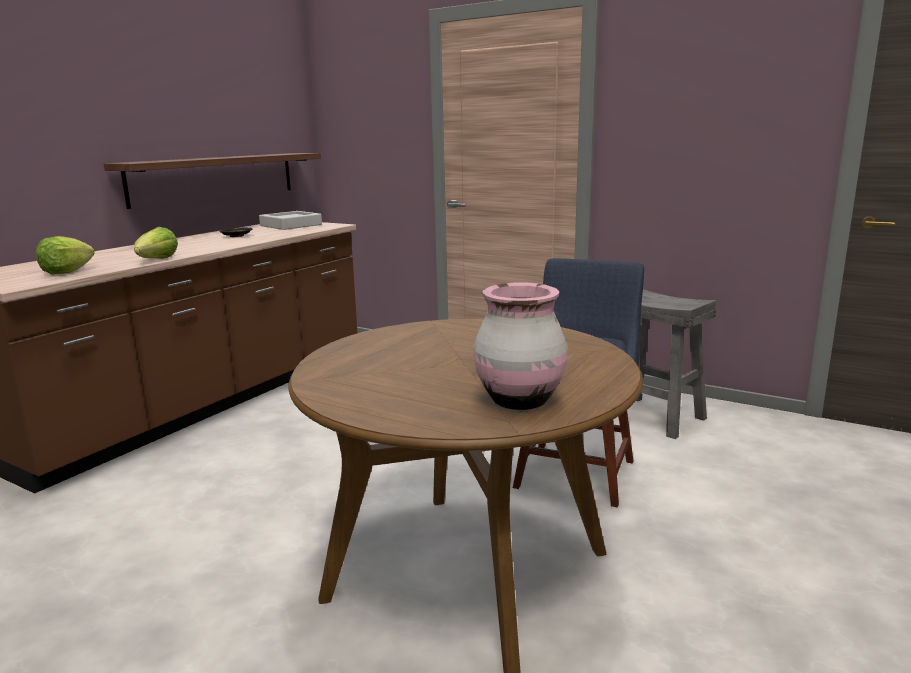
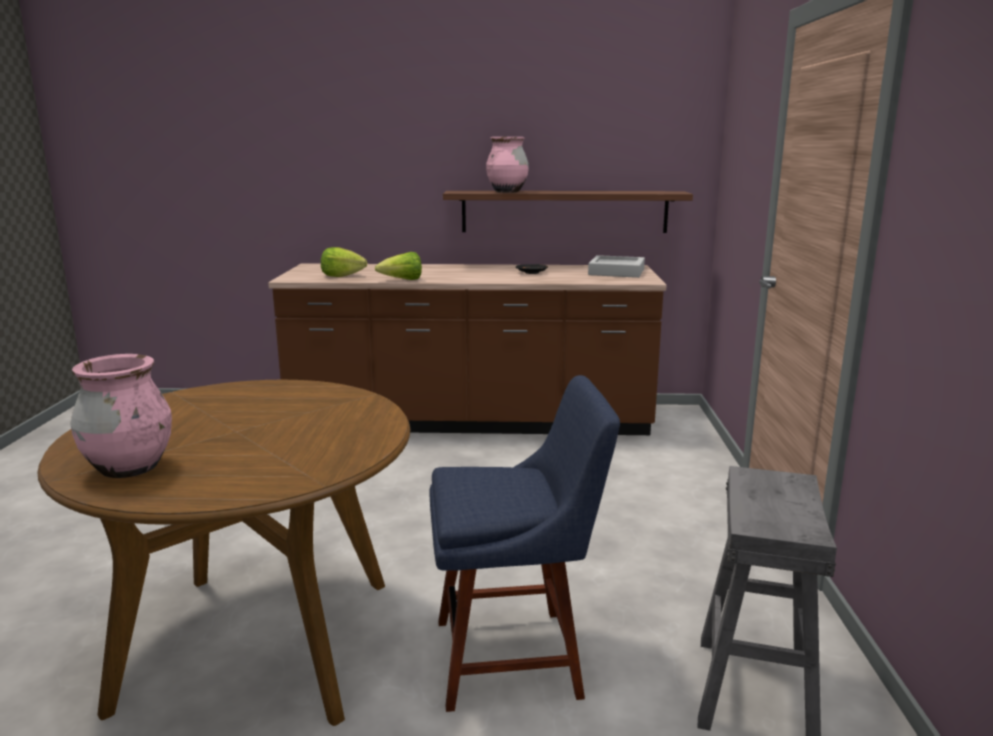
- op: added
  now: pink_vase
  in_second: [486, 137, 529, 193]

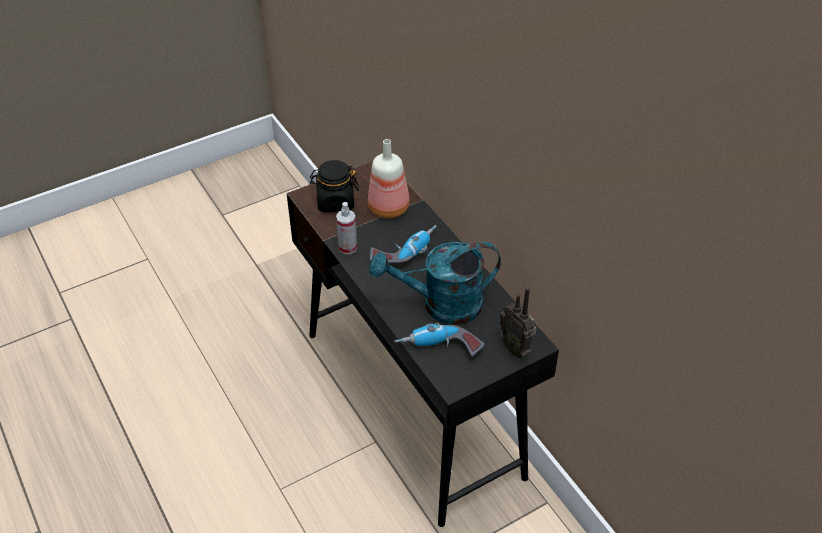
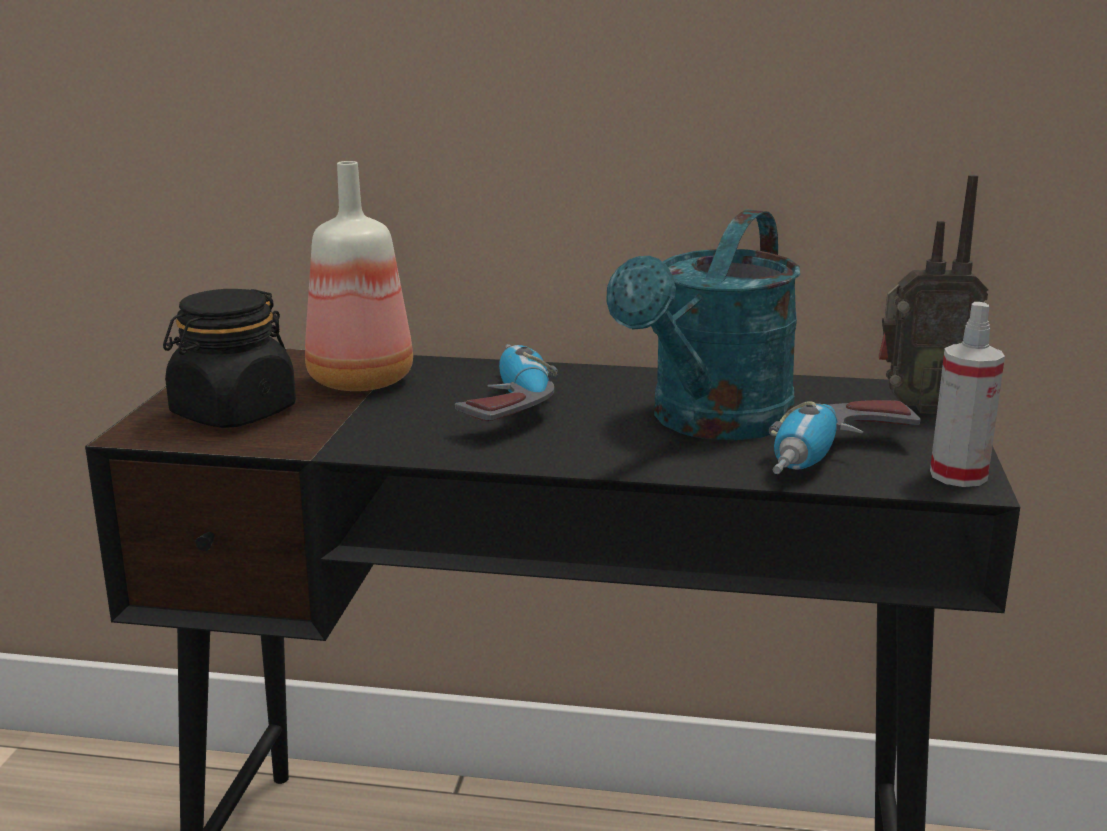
- op: moved
  was: spray_bottle
  in_first: [336, 202, 357, 254]
  in_second: [930, 302, 1005, 487]

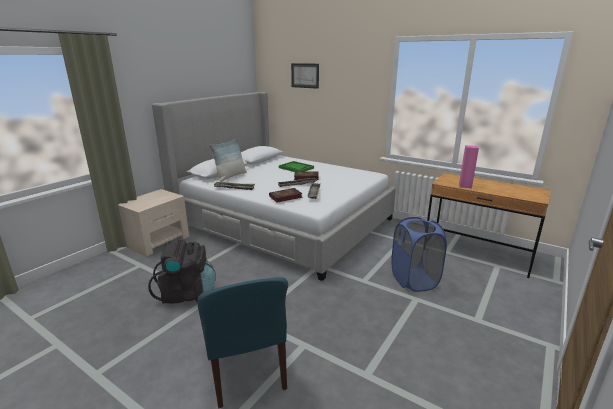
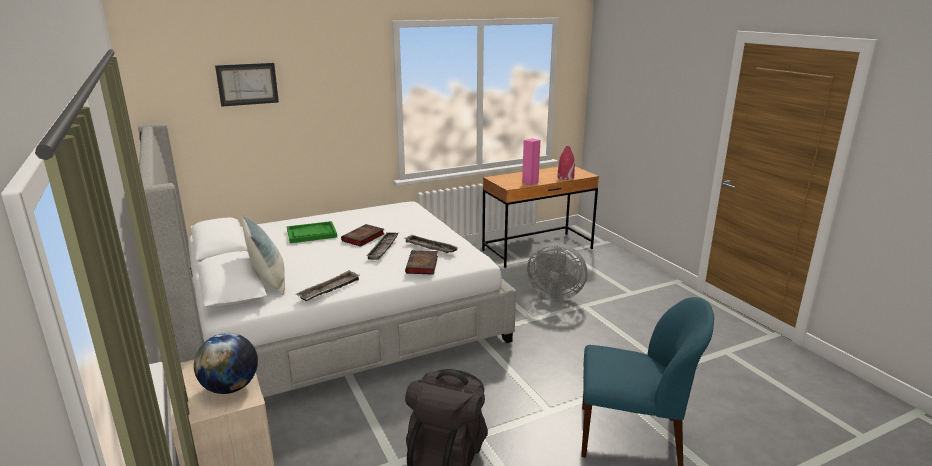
- op: replaced
  was: blue_laundry_basket
  now: grey_fan
  in_first: [391, 217, 447, 292]
  in_second: [527, 243, 587, 300]
- op: added
  now: globe
  in_second: [194, 333, 258, 394]
- op: added
  now: red_vase
  in_second: [558, 146, 575, 180]

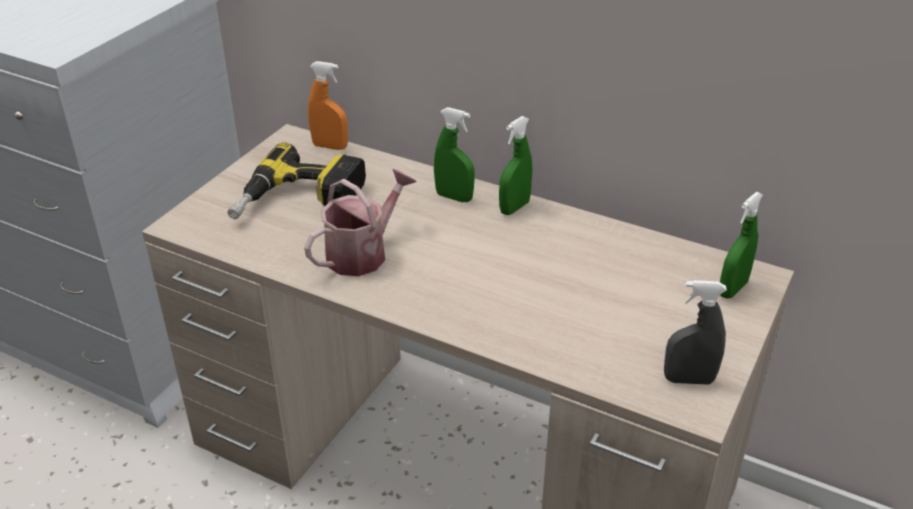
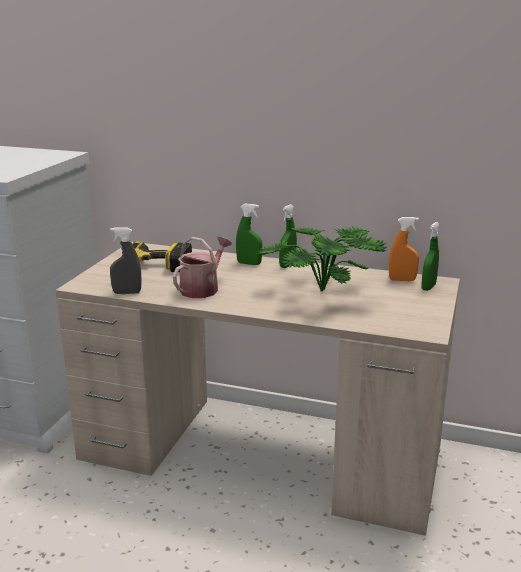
- op: moved
  was: orange_spray_bottle
  in_first: [308, 61, 348, 150]
  in_second: [389, 217, 419, 281]
- op: moved
  was: grey_spray_bottle
  in_first: [664, 280, 727, 385]
  in_second: [110, 227, 142, 294]
- op: added
  now: potted_plant
  in_second: [256, 227, 387, 291]

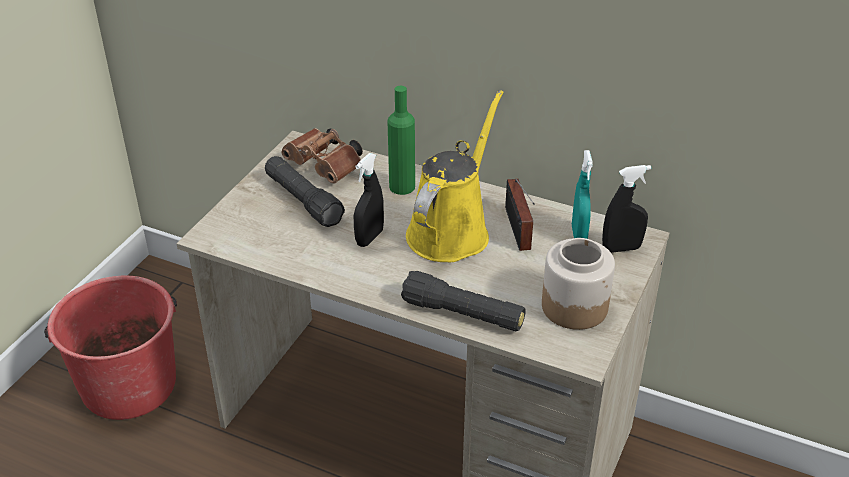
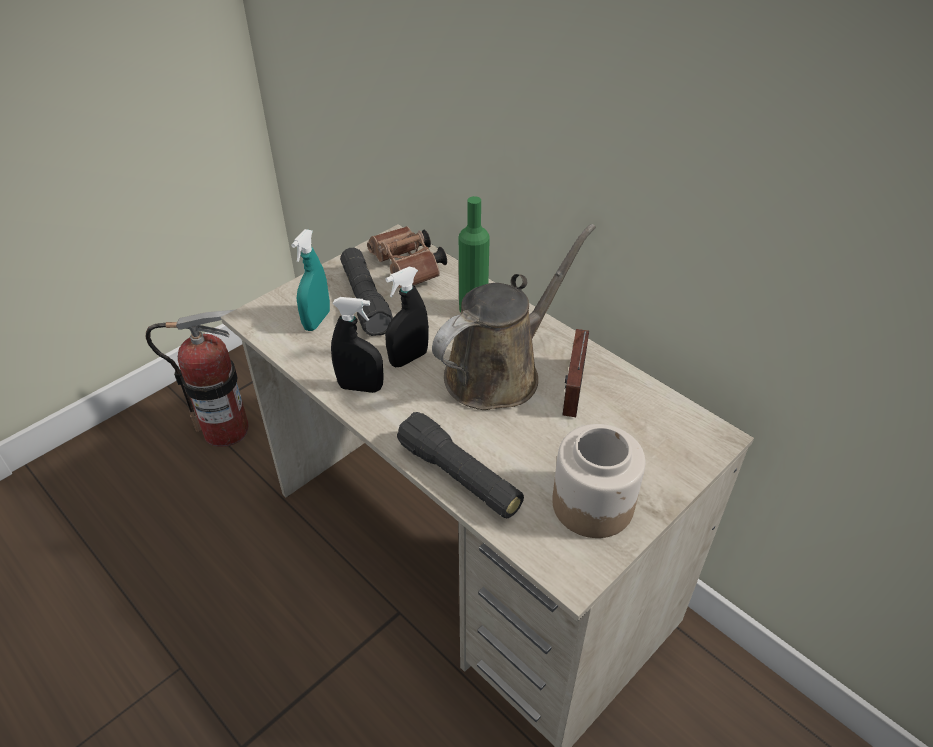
- op: replaced
  was: red_bucket
  now: fire_extinguisher
  in_first: [44, 276, 177, 420]
  in_second: [146, 310, 249, 447]
- op: recoloured
  was: yellow_watering_can
  now: brown_watering_can
  in_first: [406, 90, 503, 262]
  in_second: [432, 224, 596, 410]
- op: moved
  was: turquoise_spray_bottle
  in_first: [572, 150, 593, 239]
  in_second: [291, 229, 330, 331]
- op: moved
  was: black_spray_bottle
  in_first: [602, 165, 651, 253]
  in_second: [331, 297, 384, 393]

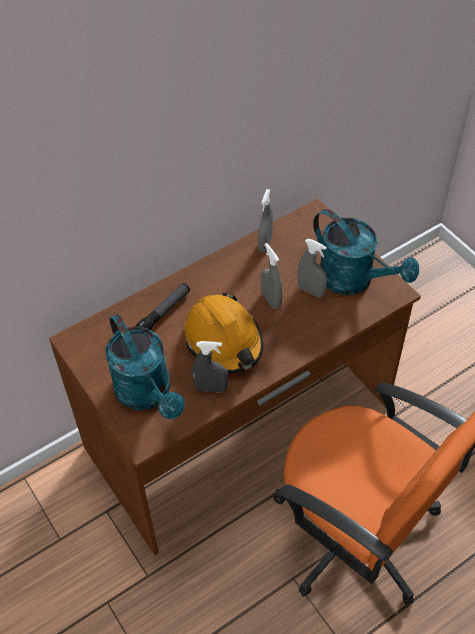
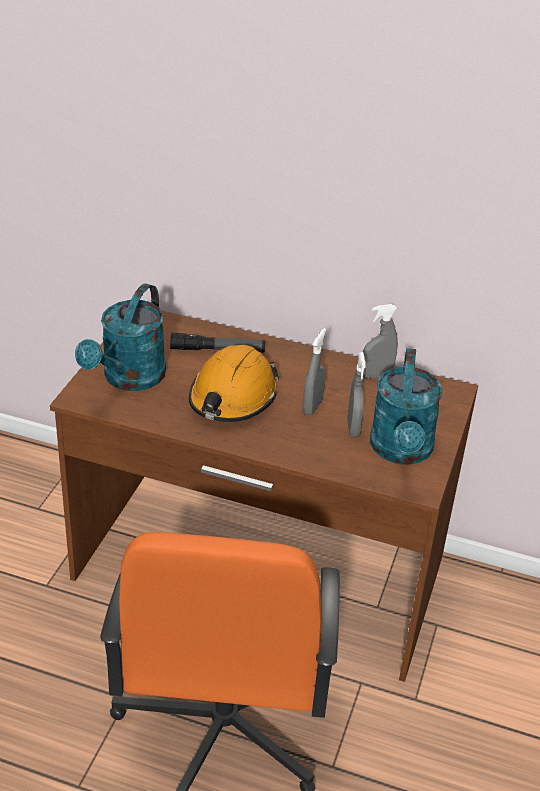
- op: removed
  was: grey_spray_bottle
  in_first: [192, 341, 228, 392]

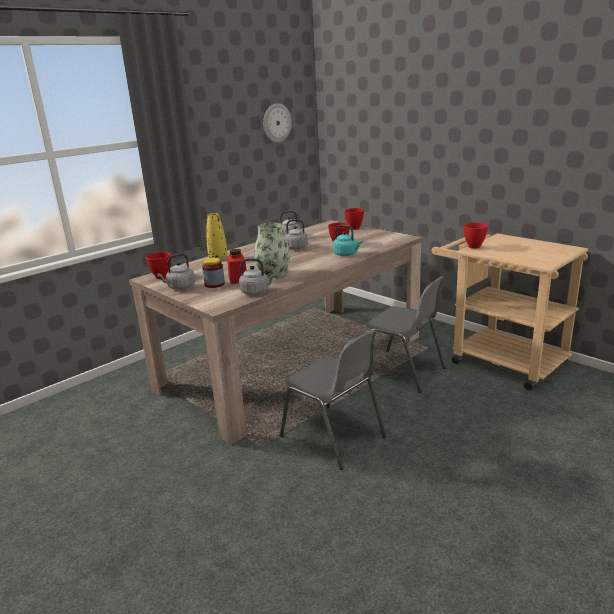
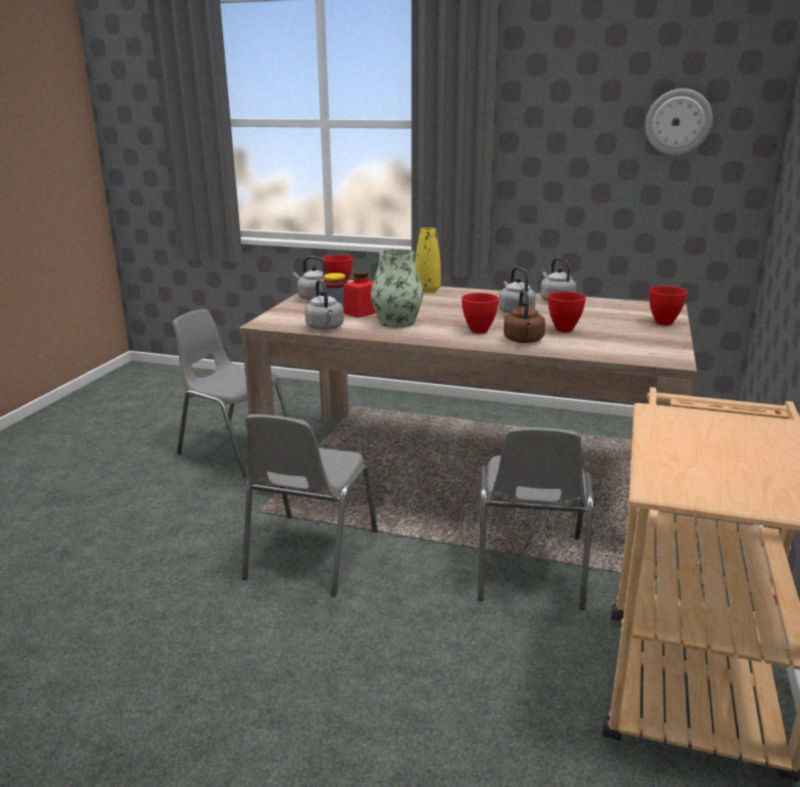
- op: recoloured
  was: turquoise_kettle
  now: brown_kettle
  in_first: [333, 225, 362, 256]
  in_second: [504, 289, 545, 343]
- op: moved
  was: red_bowl
  in_first: [463, 223, 488, 249]
  in_second: [462, 293, 499, 334]
- op: added
  now: grey_chair
  in_second: [173, 309, 289, 477]

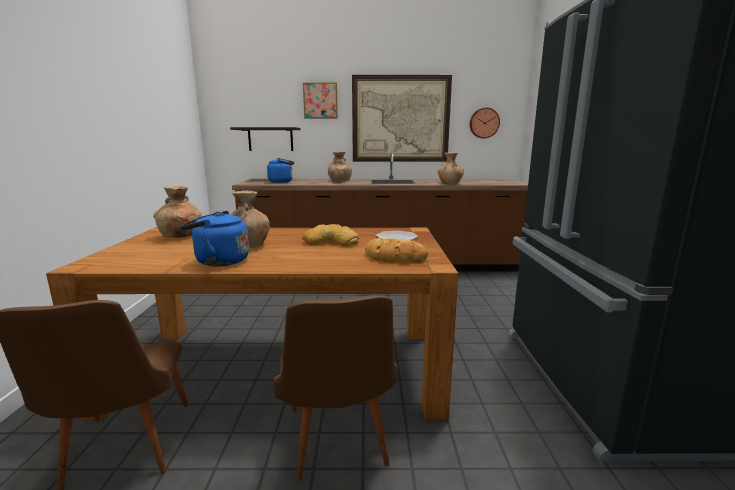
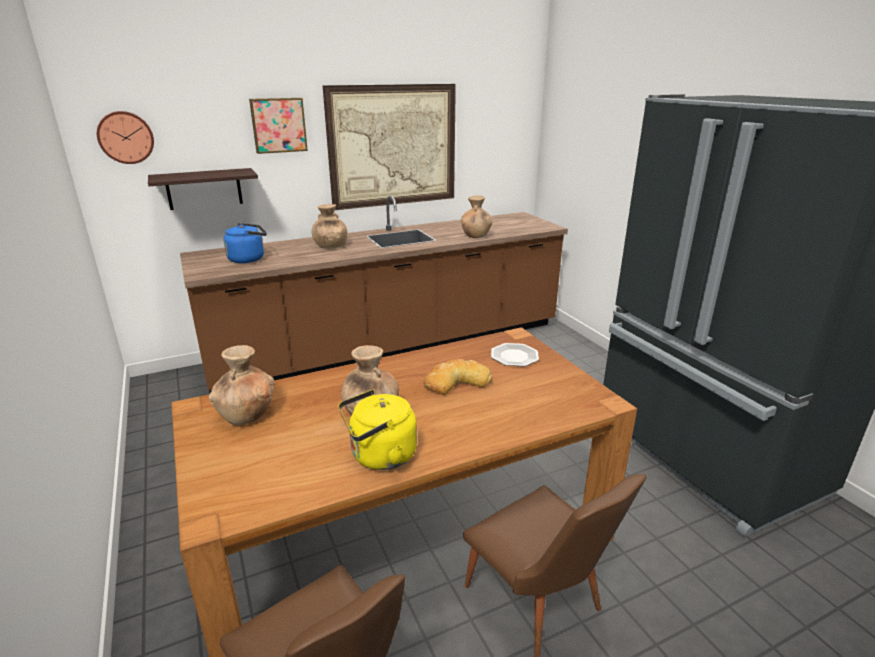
- op: recoloured
  was: blue_kettle
  now: yellow_kettle
  in_first: [180, 211, 249, 266]
  in_second: [338, 390, 417, 470]
- op: removed
  was: bread
  in_first: [365, 238, 428, 263]
- op: moved
  was: wall_clock
  in_first: [470, 108, 500, 139]
  in_second: [97, 111, 154, 164]

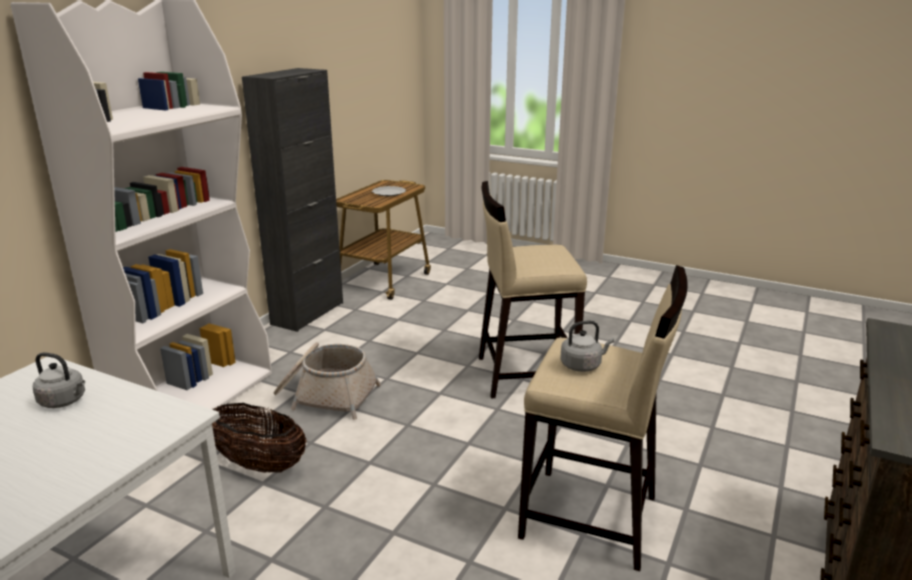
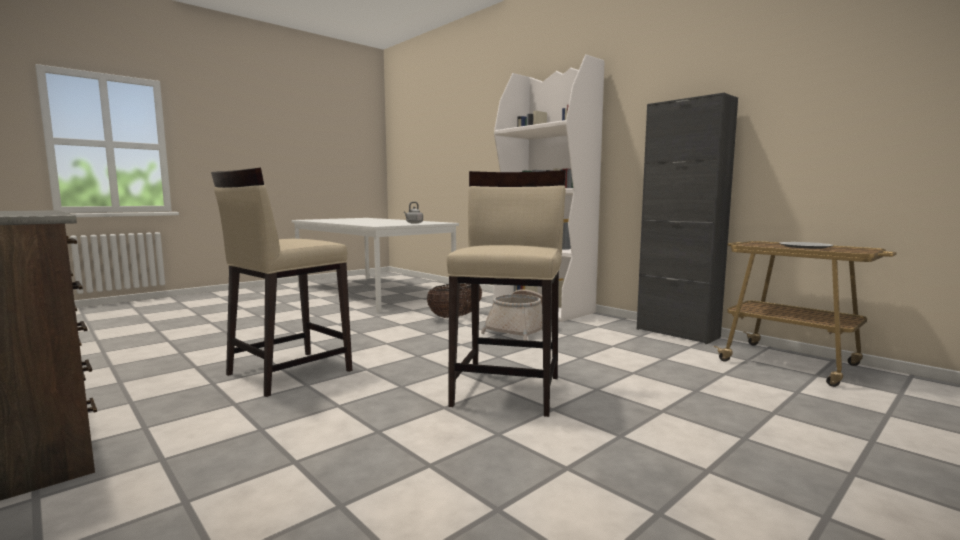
- op: removed
  was: grey_kettle
  in_first: [560, 320, 614, 372]

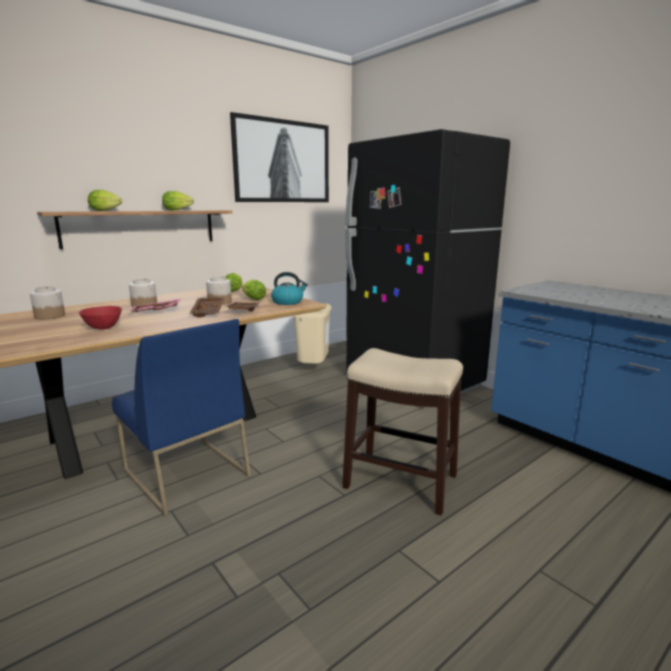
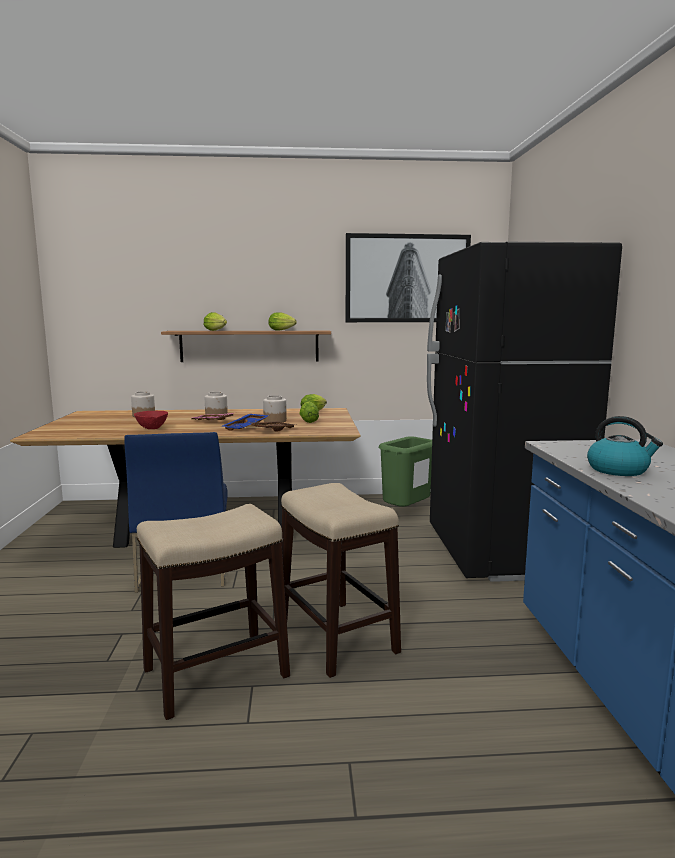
- op: recoloured
  was: brown_tray
  now: blue_tray
  in_first: [189, 297, 225, 317]
  in_second: [222, 414, 270, 431]
- op: moved
  was: kettle
  in_first: [271, 272, 308, 305]
  in_second: [587, 416, 663, 476]
- op: recoloured
  was: beige_trash_can
  now: green_trash_can
  in_first: [294, 304, 332, 364]
  in_second: [379, 436, 432, 507]
- op: added
  now: stool
  in_second: [137, 504, 290, 720]

